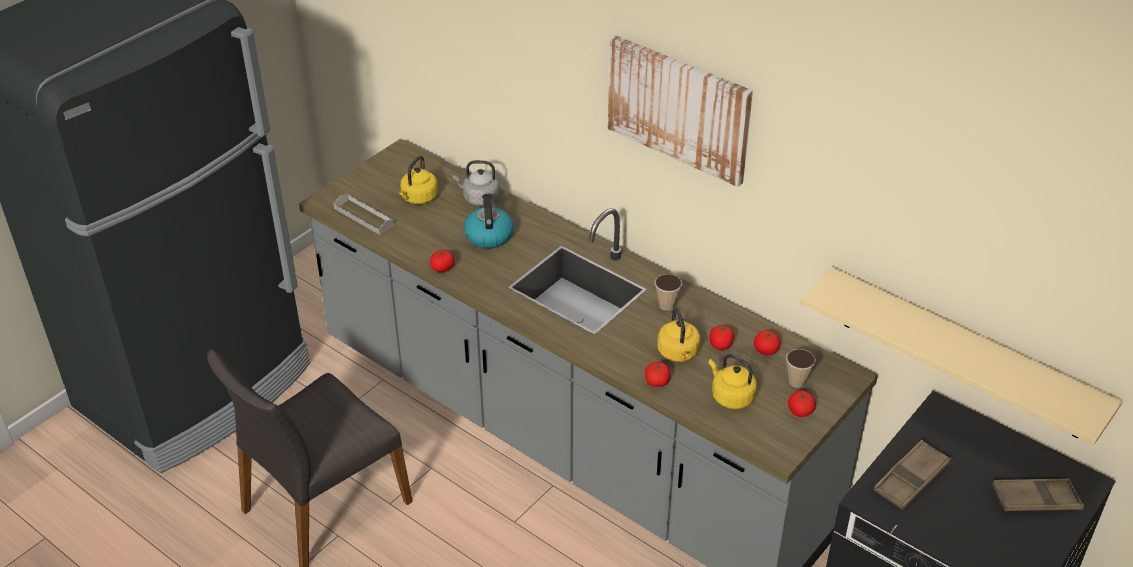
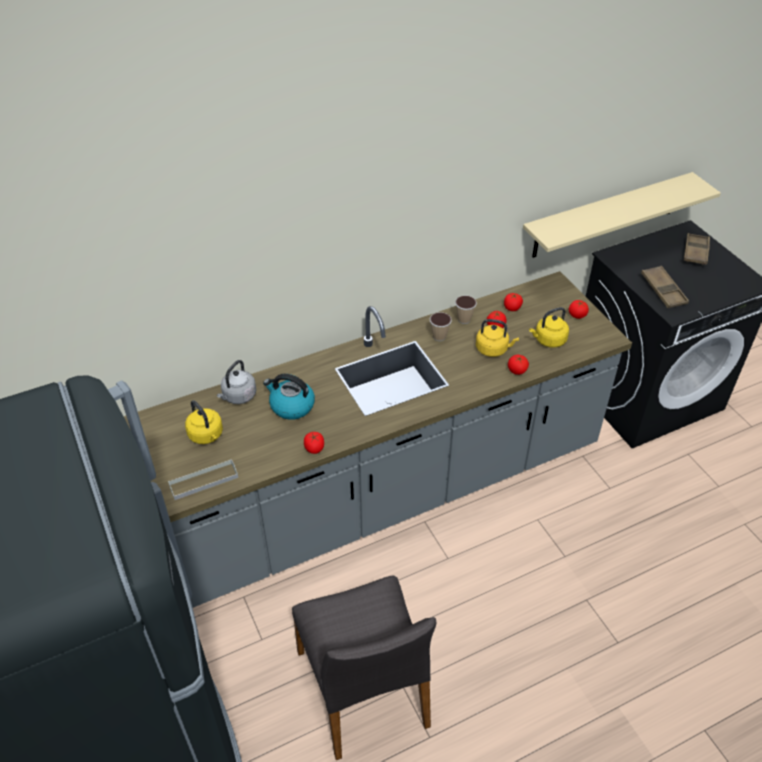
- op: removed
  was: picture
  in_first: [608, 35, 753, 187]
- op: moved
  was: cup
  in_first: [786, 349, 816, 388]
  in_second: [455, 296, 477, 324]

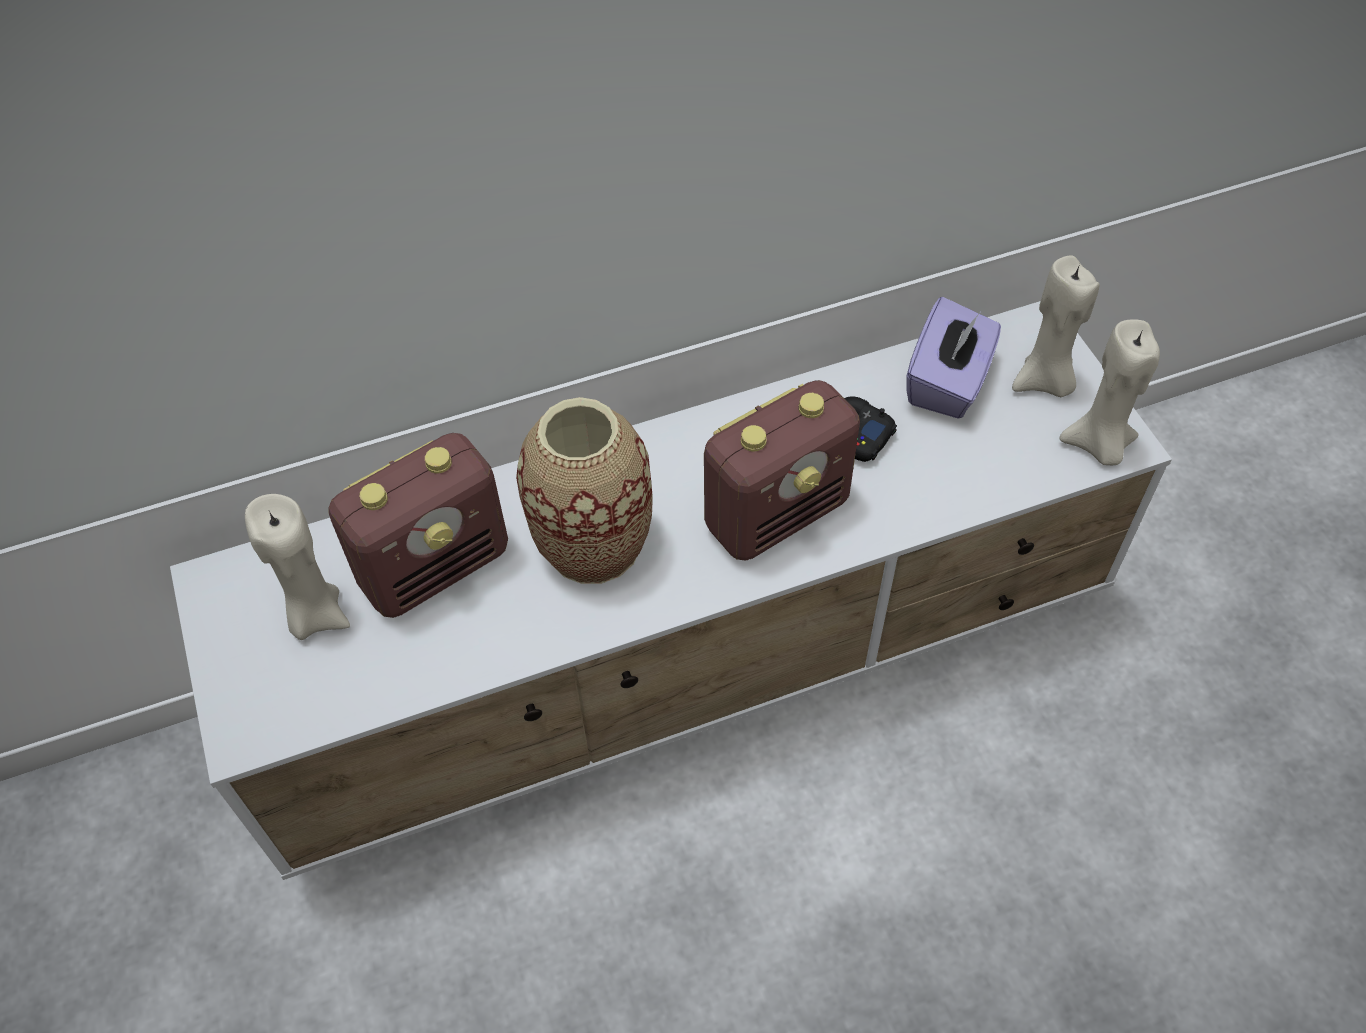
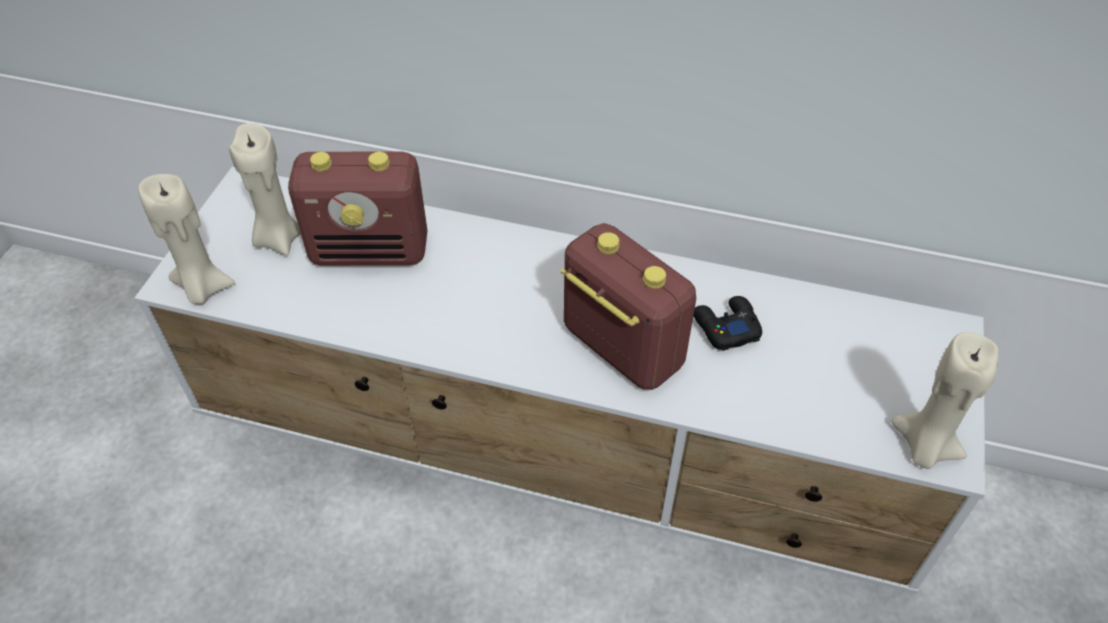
- op: removed
  was: vase
  in_first: [516, 397, 653, 584]
- op: turned
  was: radio
  in_first: [704, 380, 860, 561]
  in_second: [560, 223, 696, 390]
  clockwise: -135
- op: removed
  was: purple_tissue_box
  in_first: [906, 297, 1001, 419]
- op: moved
  was: beige_candle
  in_first: [1012, 255, 1099, 397]
  in_second: [138, 174, 235, 304]

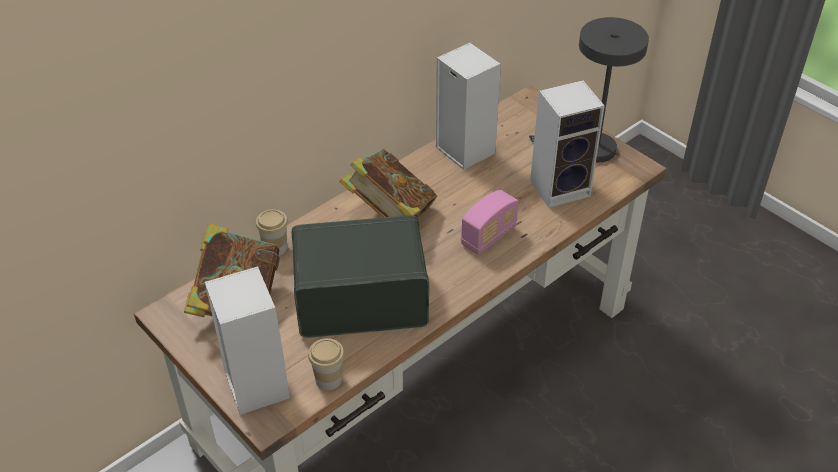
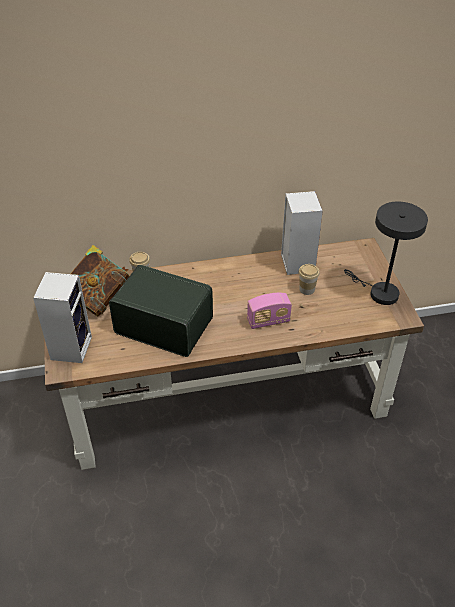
- op: moved
  was: cup
  in_first: [308, 338, 344, 390]
  in_second: [299, 264, 320, 295]
- op: removed
  was: book
  in_first: [339, 149, 437, 218]
- op: removed
  was: speaker
  in_first: [530, 80, 605, 208]

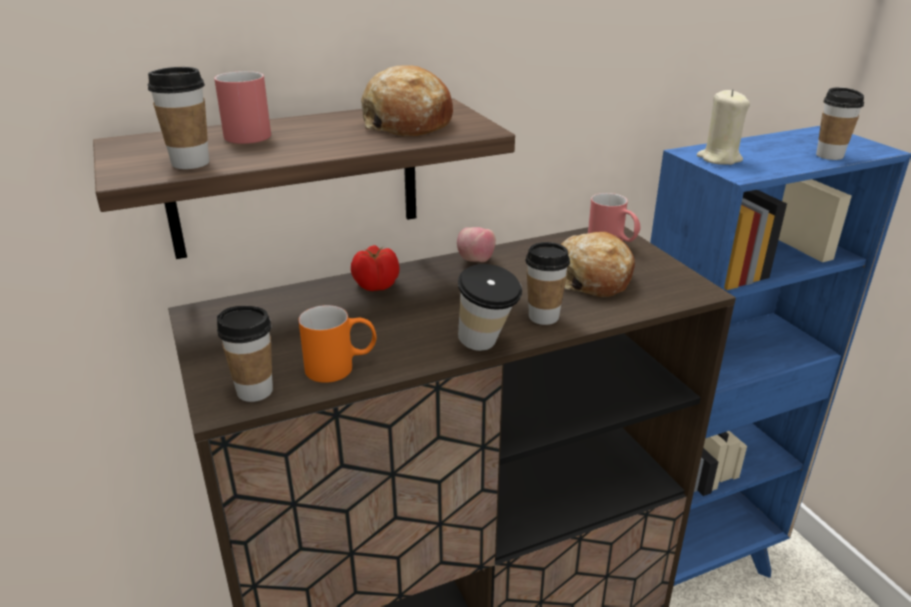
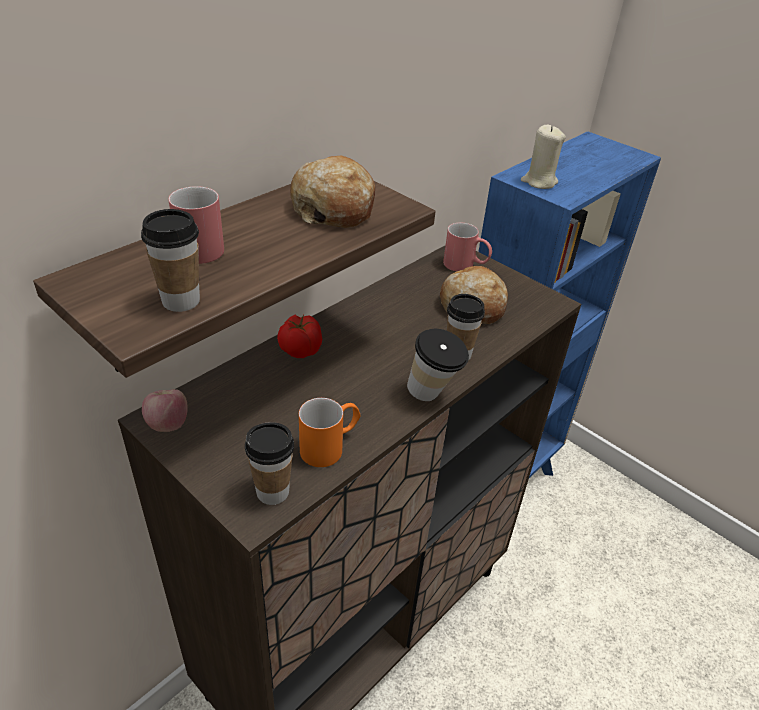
- op: moved
  was: apple
  in_first: [457, 227, 496, 262]
  in_second: [142, 389, 188, 432]
- op: removed
  was: cup
  in_first: [816, 87, 864, 160]

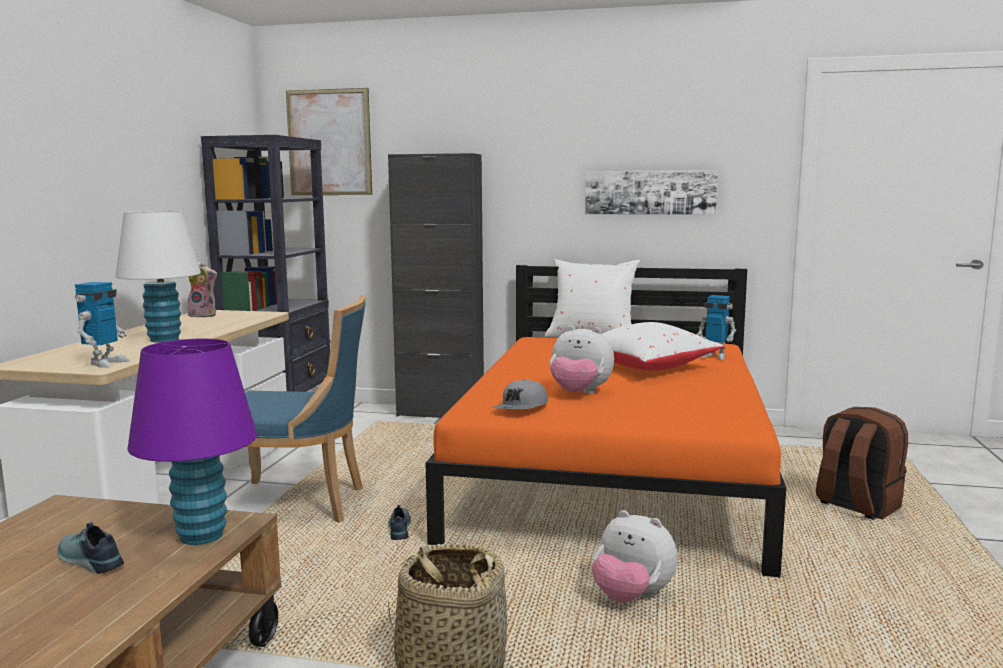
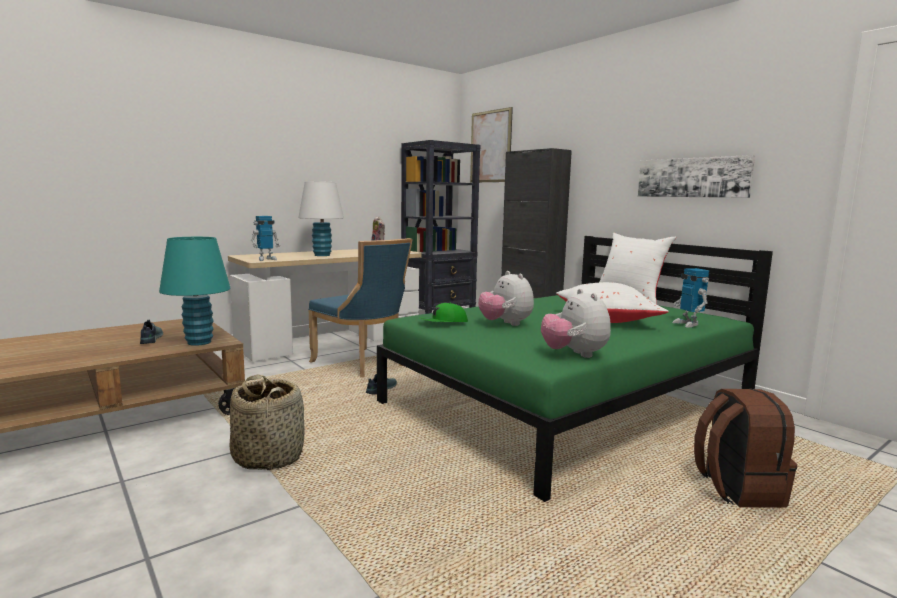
- op: recoloured
  was: purple_table_lamp
  now: turquoise_table_lamp
  in_first: [127, 339, 257, 545]
  in_second: [159, 237, 230, 346]
- op: recoloured
  was: orange_bed
  now: green_bed
  in_first: [425, 265, 786, 577]
  in_second: [377, 236, 773, 502]
- op: recoloured
  was: grey_cap
  now: green_cap
  in_first: [492, 379, 548, 409]
  in_second: [420, 303, 468, 322]
- op: moved
  was: plush_toy
  in_first: [592, 510, 677, 603]
  in_second: [541, 289, 611, 358]

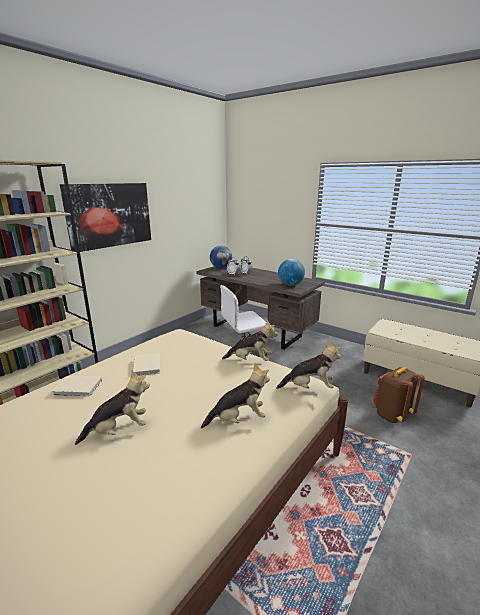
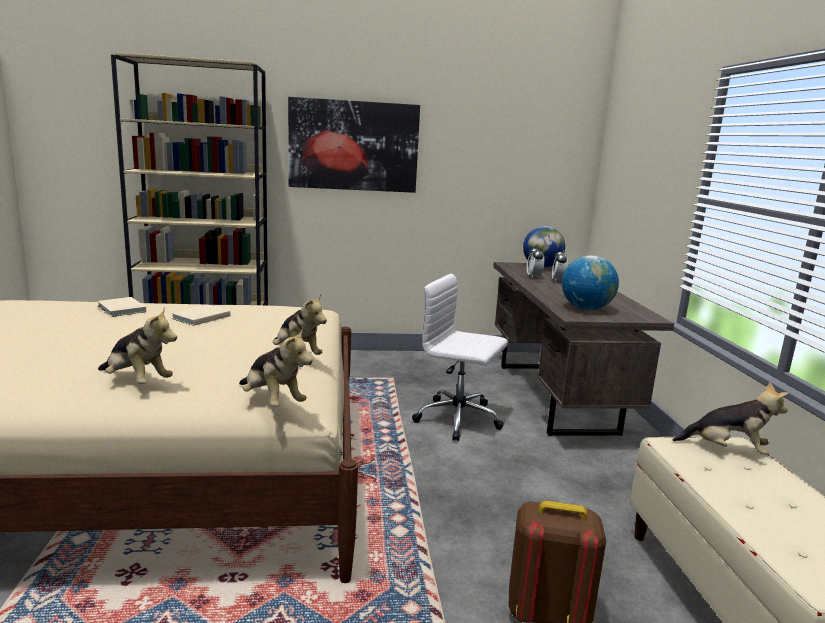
- op: moved
  was: plush_toy
  in_first: [75, 370, 150, 445]
  in_second: [673, 382, 789, 455]

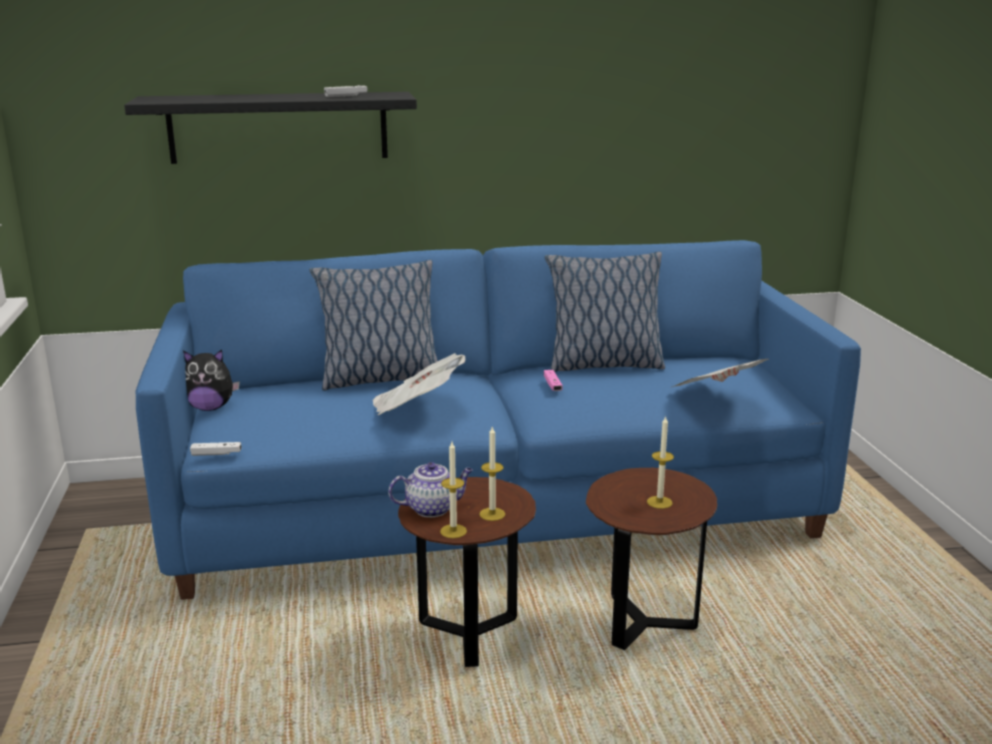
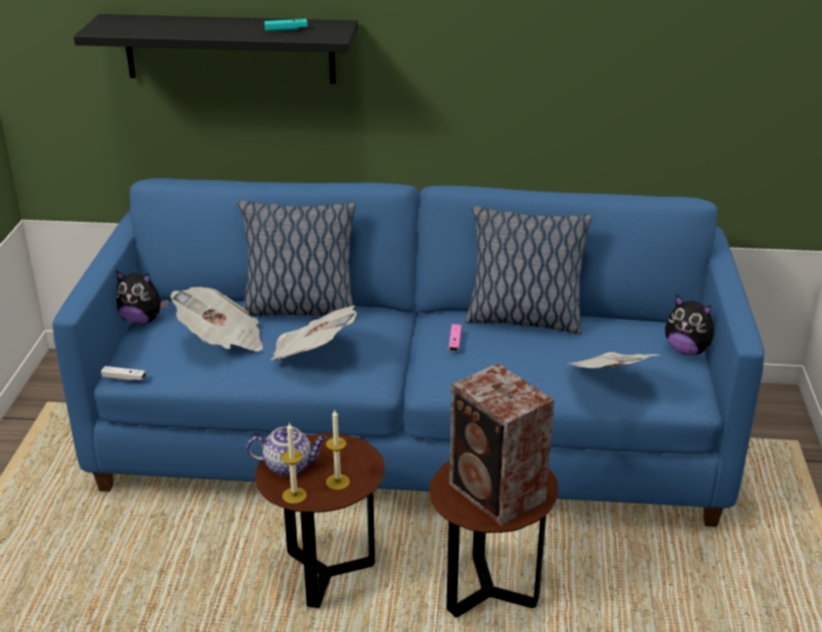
- op: recoloured
  was: white_game_controller
  now: turquoise_game_controller
  in_first: [324, 85, 368, 97]
  in_second: [264, 19, 308, 32]
- op: replaced
  was: candle
  now: speaker
  in_first: [647, 416, 674, 509]
  in_second: [449, 363, 554, 526]
- op: added
  now: newspaper
  in_second: [170, 287, 263, 351]
- op: added
  now: plush_toy
  in_second: [665, 294, 714, 355]

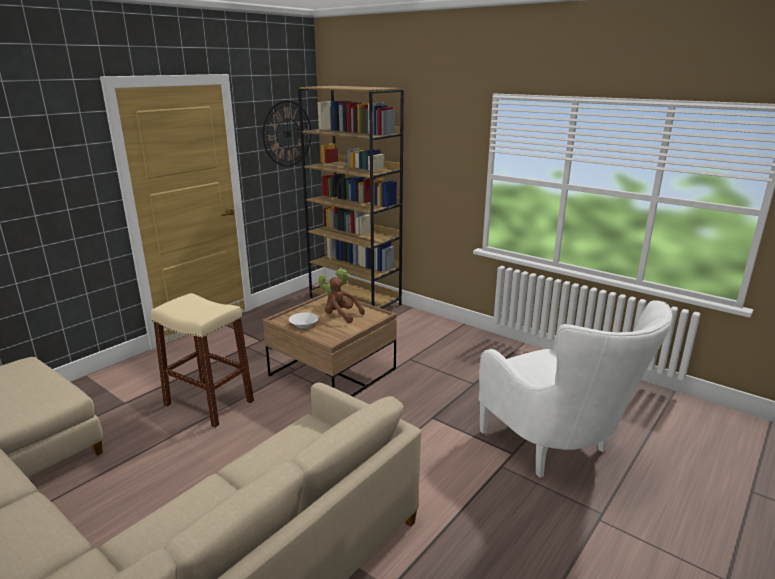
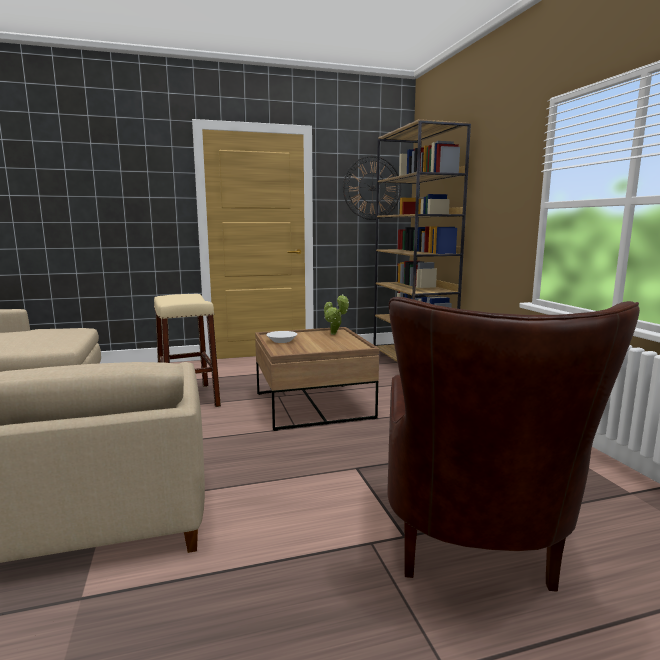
- op: removed
  was: brown_plush_toy
  in_first: [325, 277, 365, 323]
- op: recoloured
  was: white_armchair
  now: brown_armchair
  in_first: [478, 300, 672, 478]
  in_second: [387, 297, 640, 592]

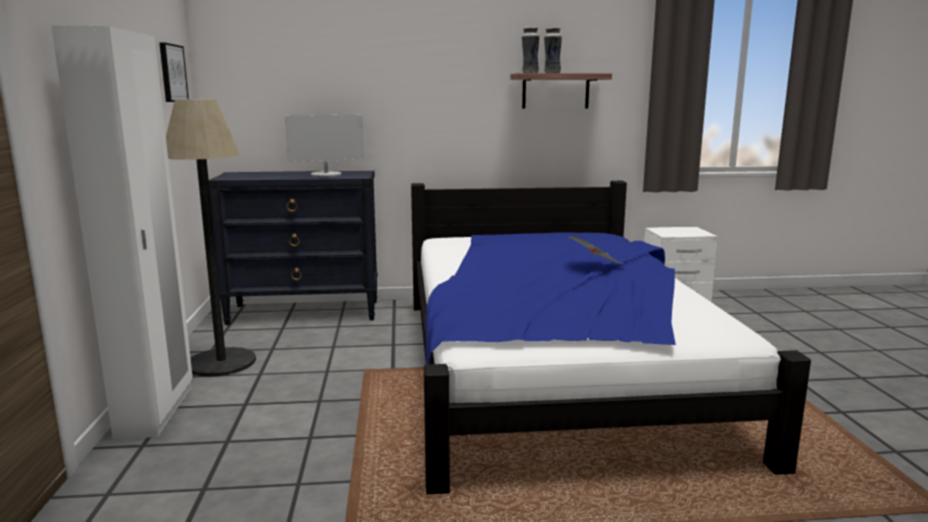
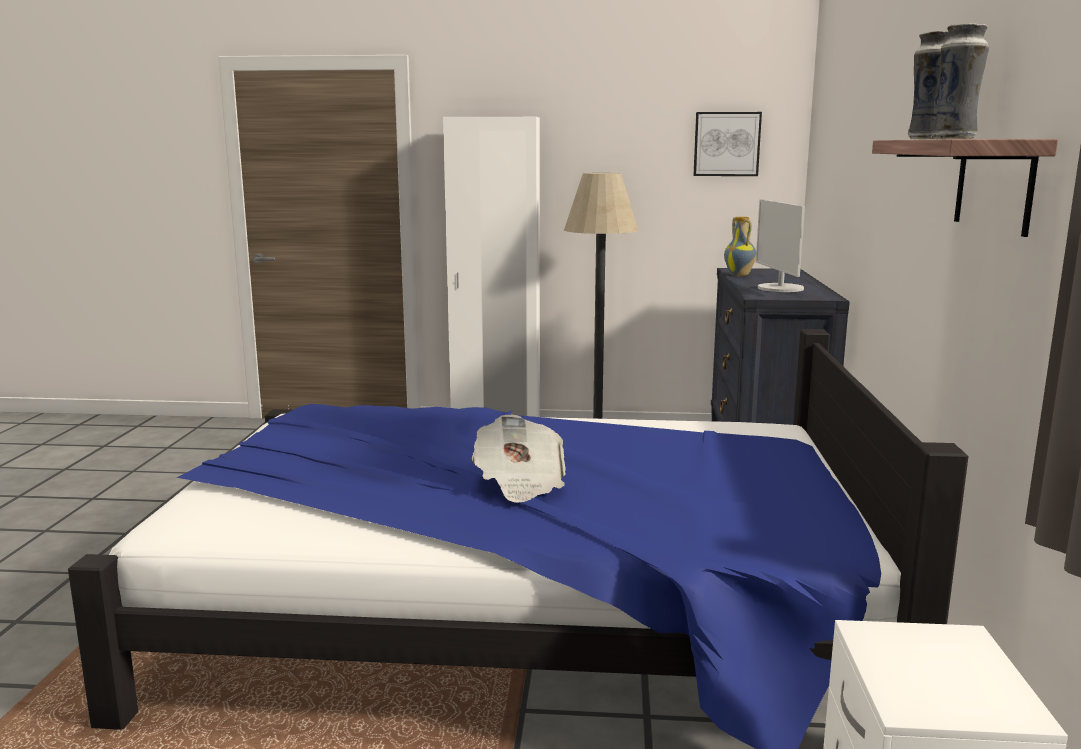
- op: added
  now: vase
  in_second: [724, 217, 756, 276]

